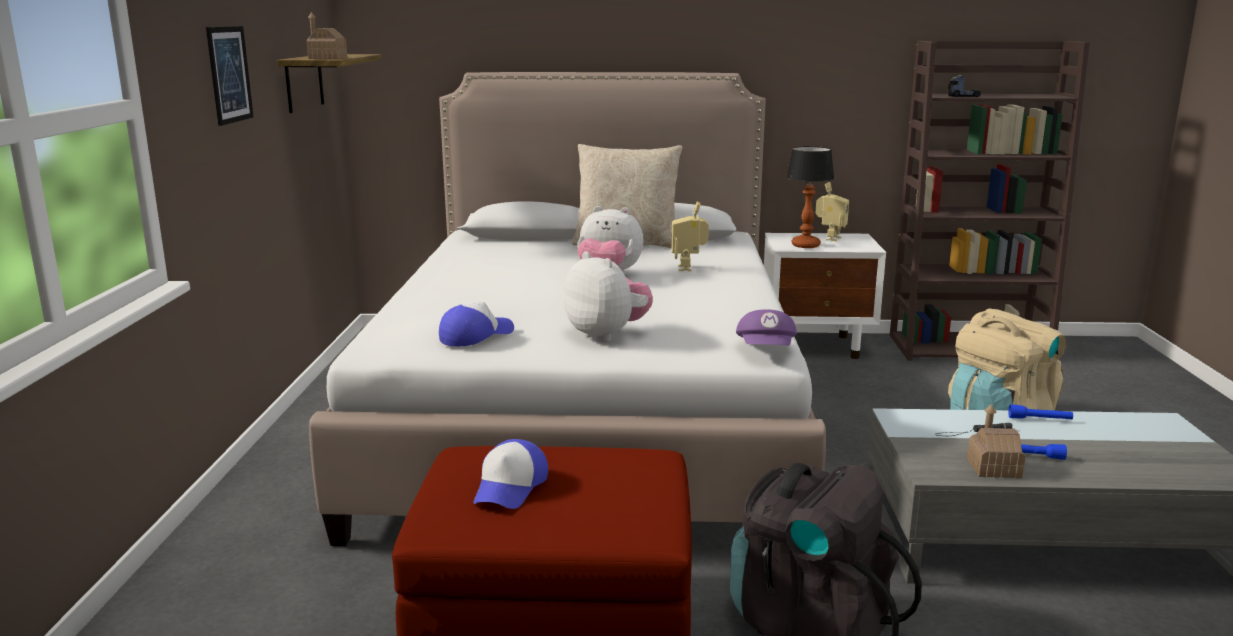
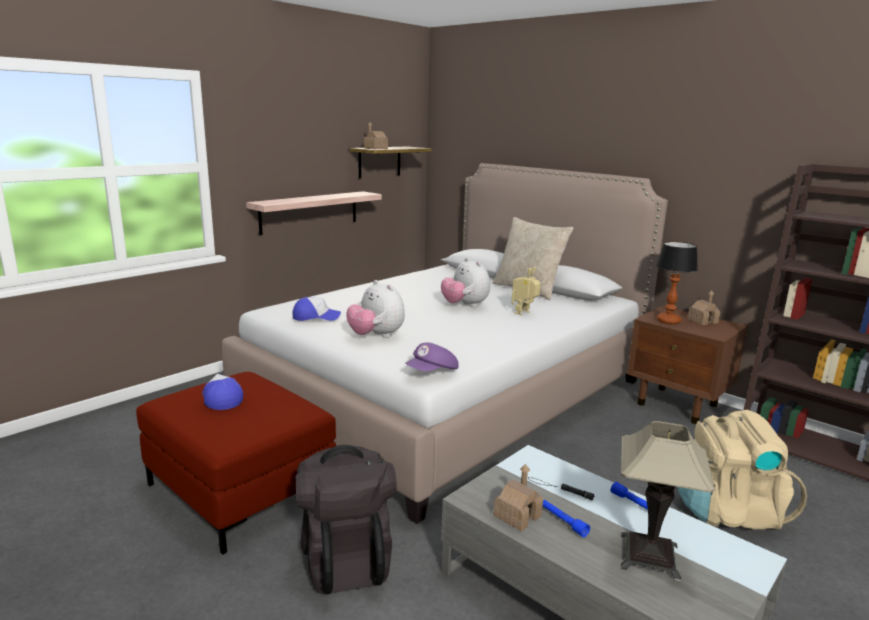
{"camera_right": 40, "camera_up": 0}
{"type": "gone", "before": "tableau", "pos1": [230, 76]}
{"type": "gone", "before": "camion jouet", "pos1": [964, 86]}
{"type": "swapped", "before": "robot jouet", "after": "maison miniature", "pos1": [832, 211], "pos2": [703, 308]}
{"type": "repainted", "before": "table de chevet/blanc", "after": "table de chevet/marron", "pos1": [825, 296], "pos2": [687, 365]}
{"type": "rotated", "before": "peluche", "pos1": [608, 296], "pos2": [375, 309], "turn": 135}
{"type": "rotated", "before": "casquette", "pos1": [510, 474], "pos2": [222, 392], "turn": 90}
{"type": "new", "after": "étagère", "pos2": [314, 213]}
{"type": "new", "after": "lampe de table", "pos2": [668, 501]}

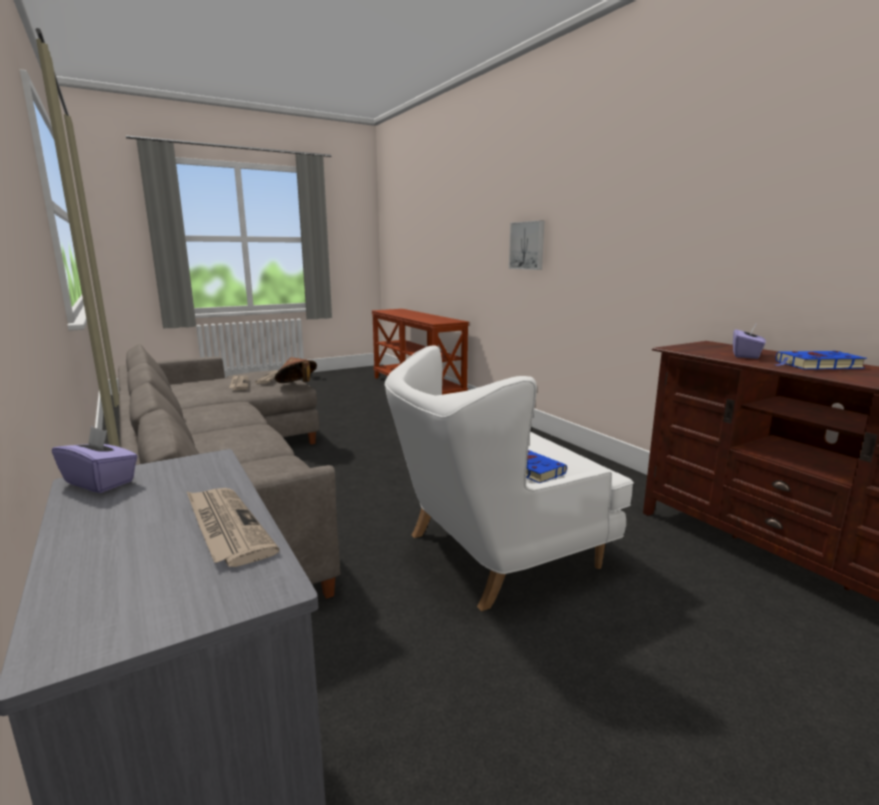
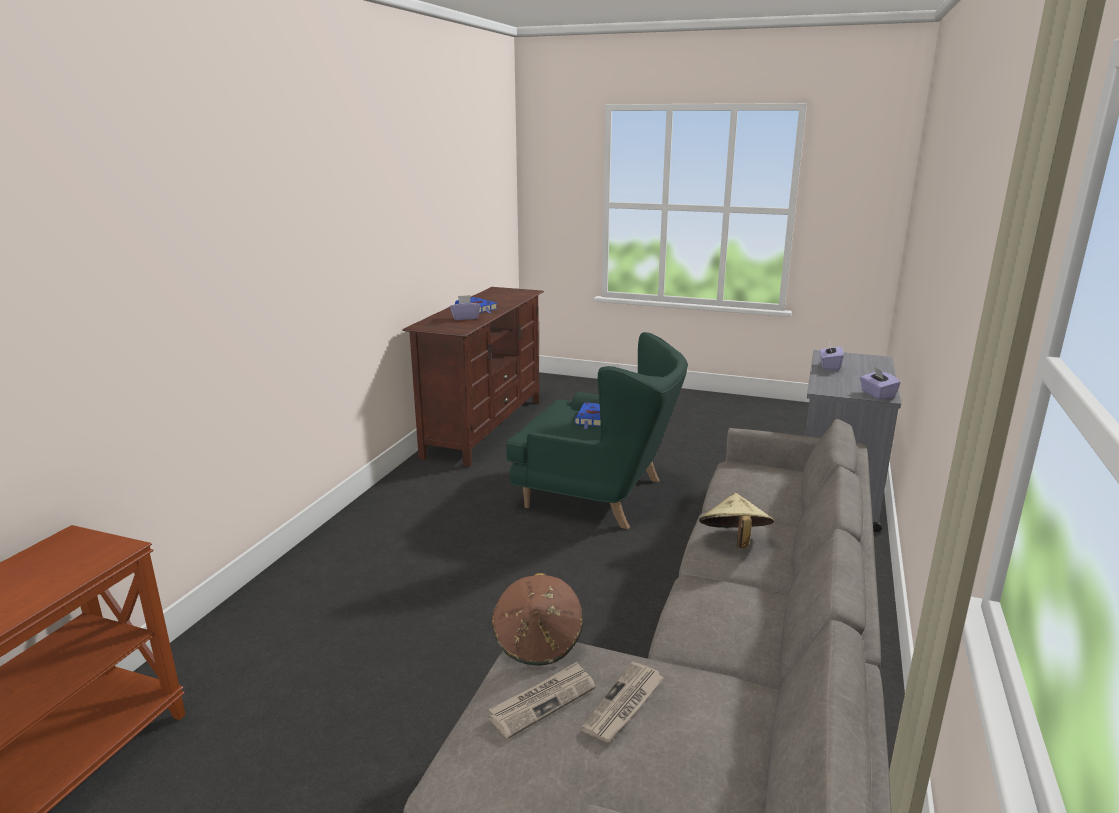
{"camera_right": -130, "camera_up": 5}
{"type": "gone", "before": "tableau", "pos1": [527, 245]}
{"type": "repainted", "before": "fauteuil/blanc", "after": "fauteuil/vert", "pos1": [509, 478], "pos2": [597, 430]}
{"type": "swapped", "before": "journal", "after": "boîte à mouchoirs/violet", "pos1": [232, 527], "pos2": [831, 356]}
{"type": "new", "after": "chapeau/beige", "pos2": [736, 520]}

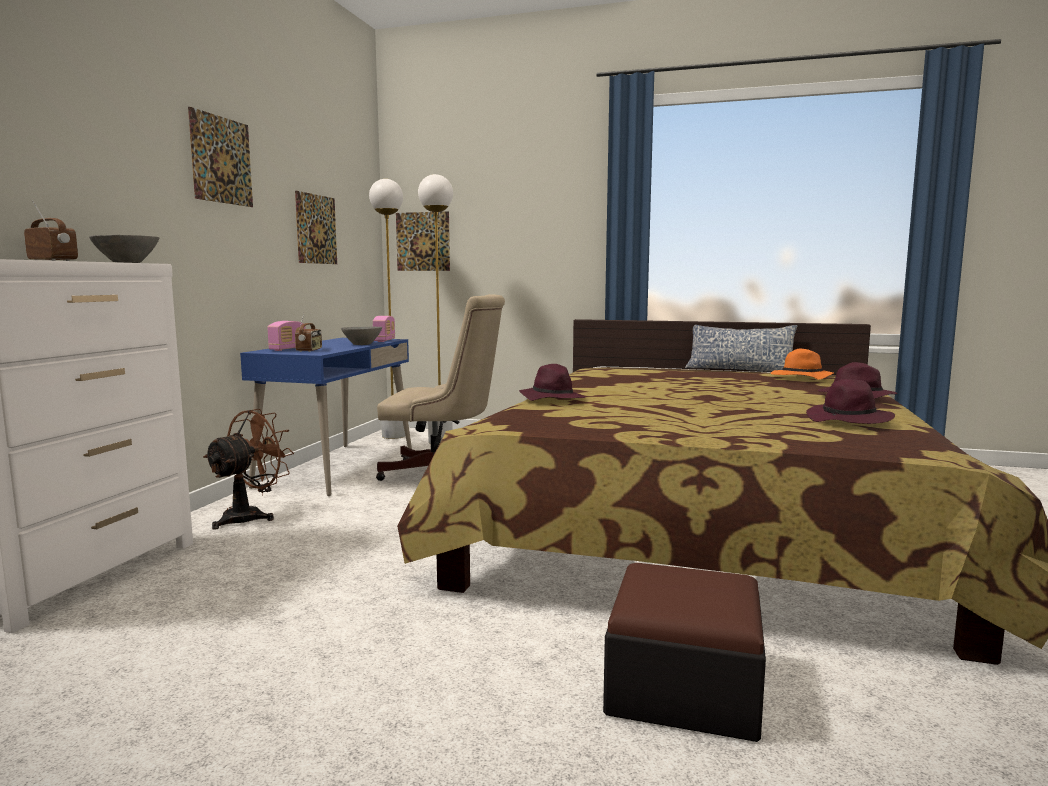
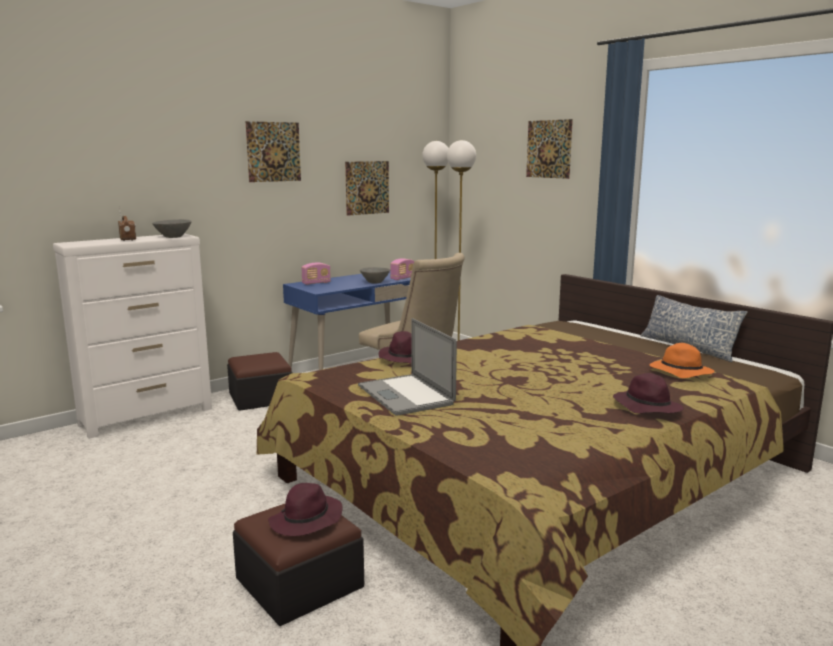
{"camera_right": 35, "camera_up": 5}
{"type": "shifted", "before": "tableau", "pos1": [423, 241], "pos2": [549, 149]}
{"type": "gone", "before": "radio", "pos1": [308, 332]}
{"type": "shifted", "before": "chapeau/violet", "pos1": [850, 401], "pos2": [305, 509]}
{"type": "swapped", "before": "ventilateur/marron", "after": "pouf", "pos1": [248, 469], "pos2": [260, 381]}
{"type": "new", "after": "ordinateur portable", "pos2": [407, 366]}

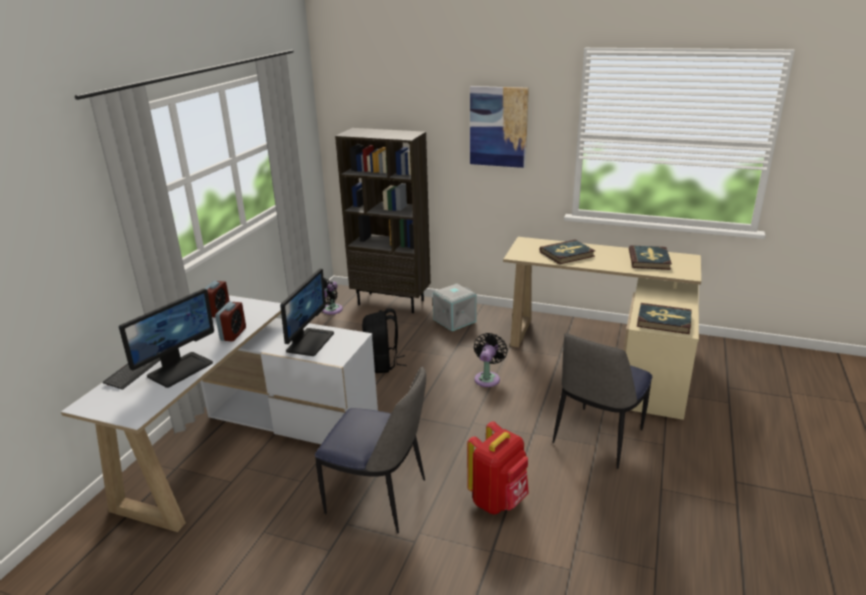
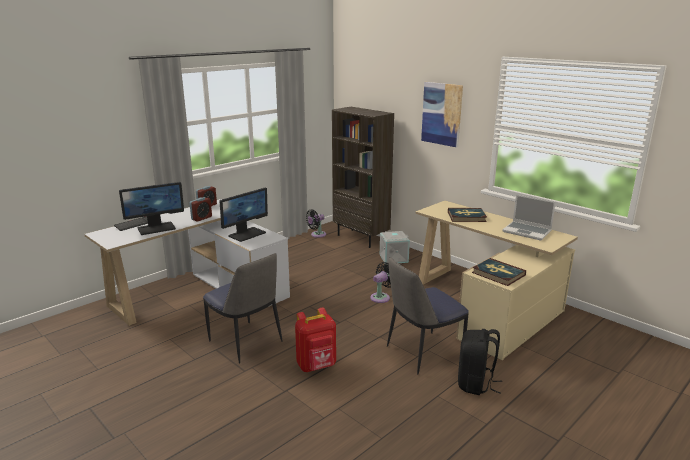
{"camera_right": 25, "camera_up": -5}
{"type": "swapped", "before": "livre", "after": "ordinateur portable", "pos1": [650, 257], "pos2": [529, 218]}
{"type": "shifted", "before": "sac à dos/noir", "pos1": [384, 341], "pos2": [480, 362]}

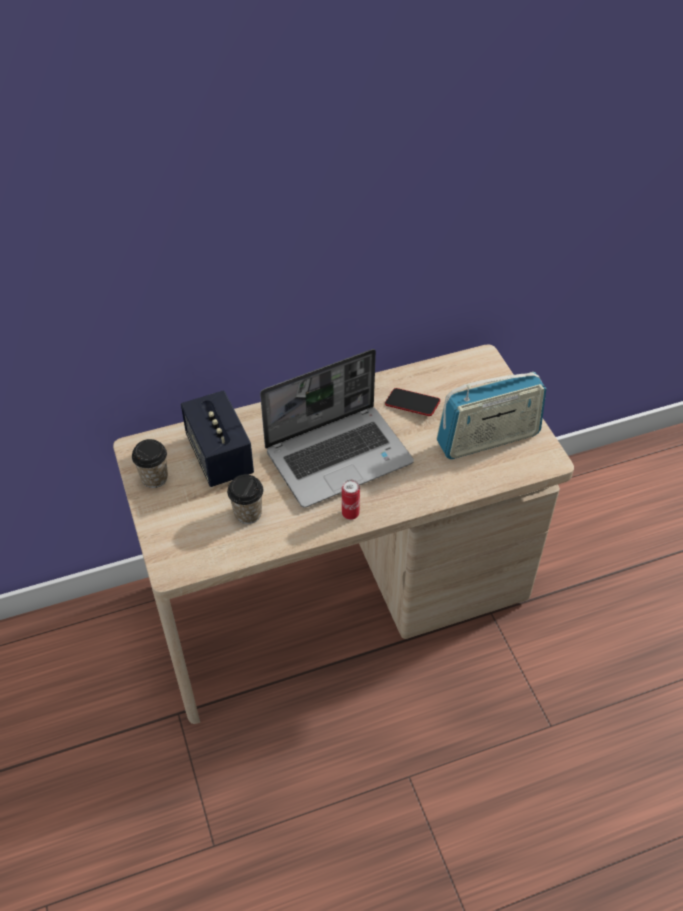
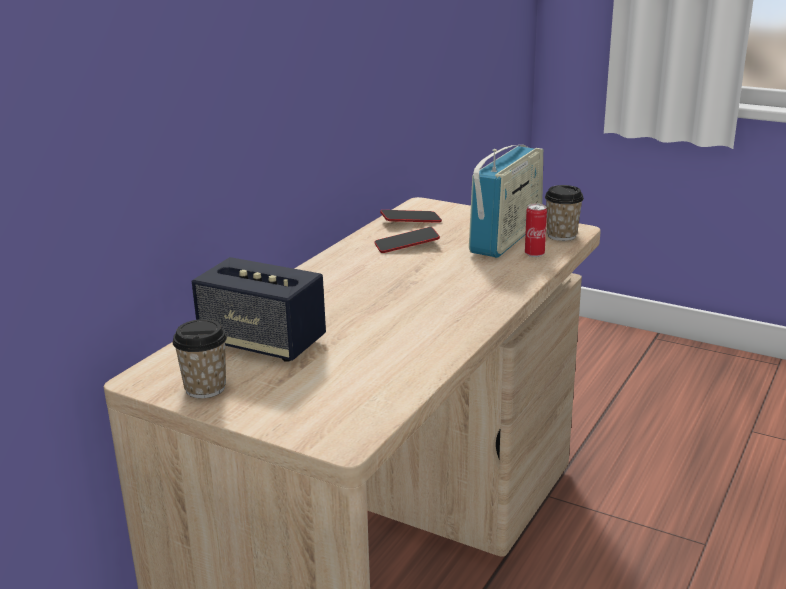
{"camera_right": -40, "camera_up": -25}
{"type": "gone", "before": "ordinateur portable", "pos1": [337, 428]}
{"type": "shifted", "before": "tasse", "pos1": [245, 499], "pos2": [564, 213]}
{"type": "shifted", "before": "boîte métallique", "pos1": [351, 500], "pos2": [536, 230]}
{"type": "new", "after": "téléphone", "pos2": [411, 216]}

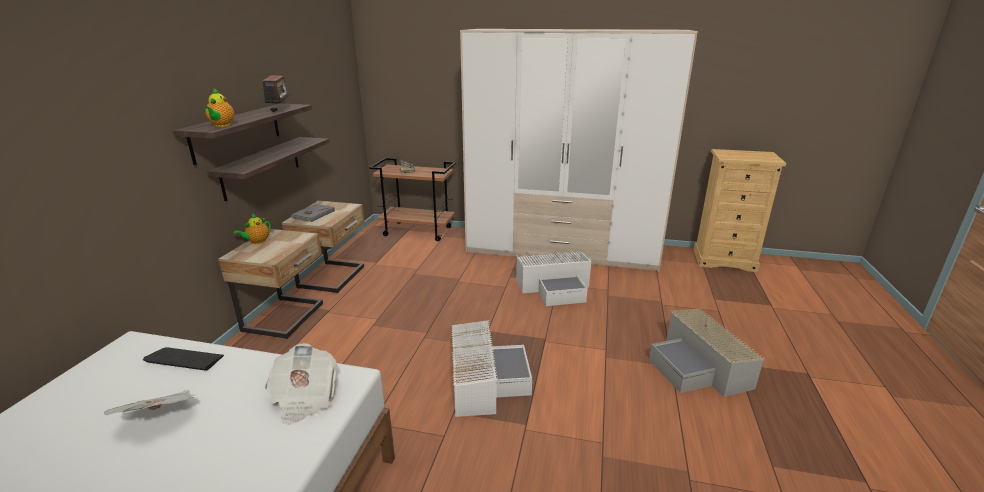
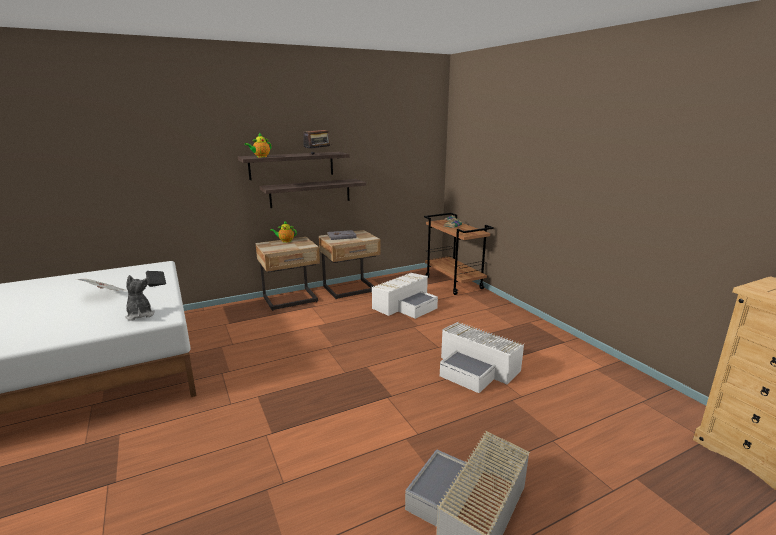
{"camera_right": 50, "camera_up": -5}
{"type": "gone", "before": "armoire", "pos1": [579, 150]}
{"type": "shifted", "before": "boîte de rangement/blanc", "pos1": [492, 368], "pos2": [405, 296]}
{"type": "swapped", "before": "journal", "after": "peluche", "pos1": [301, 384], "pos2": [140, 298]}

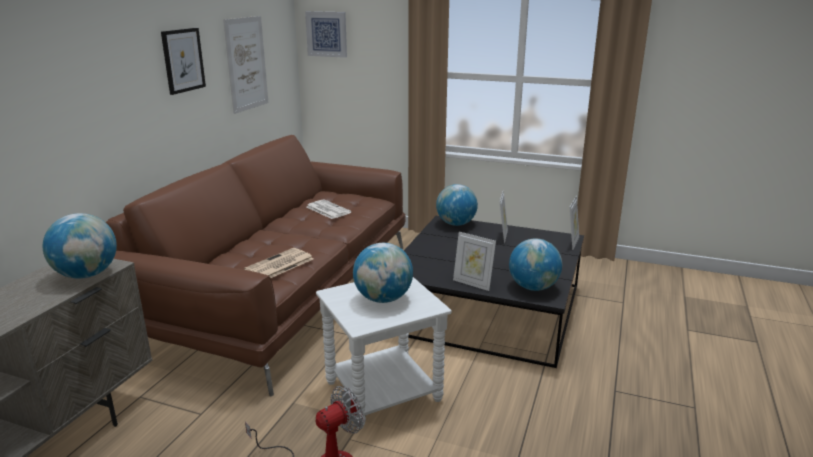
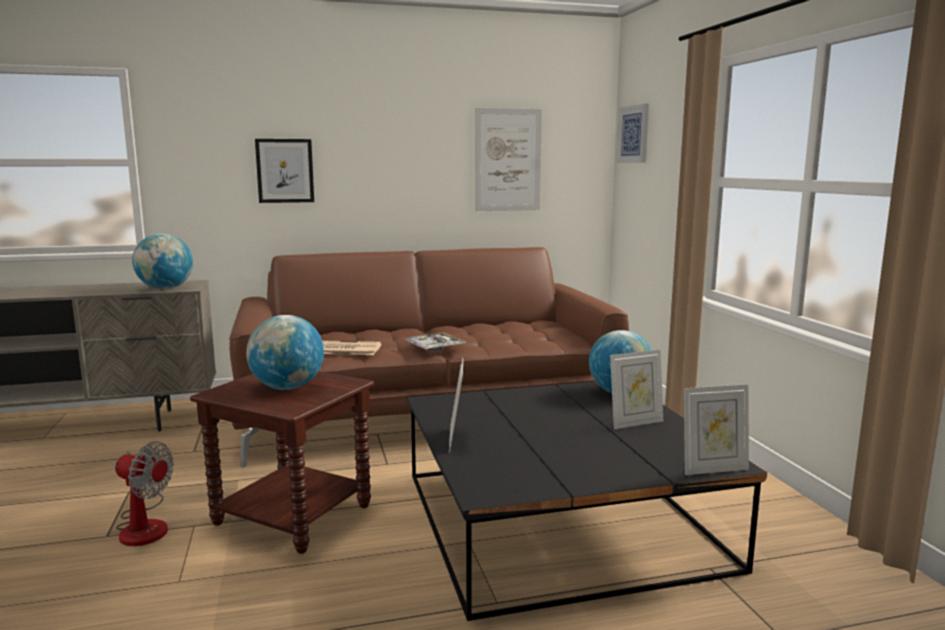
{"camera_right": 55, "camera_up": -10}
{"type": "shifted", "before": "tableau", "pos1": [183, 61], "pos2": [284, 171]}
{"type": "gone", "before": "journal", "pos1": [329, 209]}
{"type": "gone", "before": "globe", "pos1": [535, 264]}
{"type": "repainted", "before": "table d'appoint/blanc", "after": "table d'appoint/marron", "pos1": [384, 353], "pos2": [282, 462]}
{"type": "new", "after": "plateau", "pos2": [435, 341]}

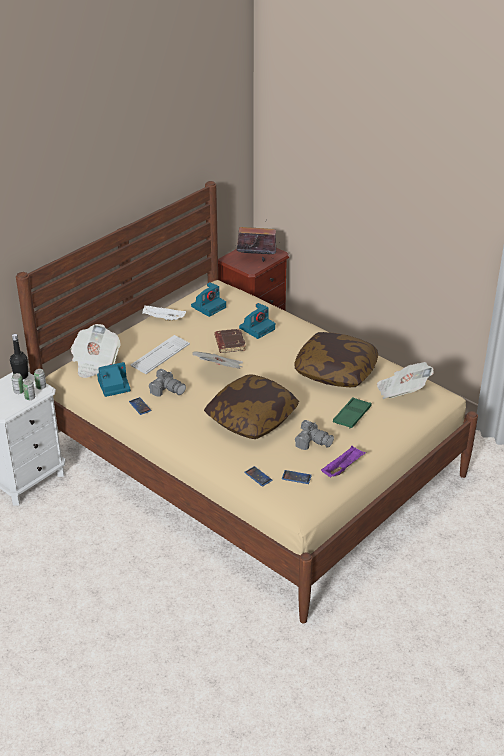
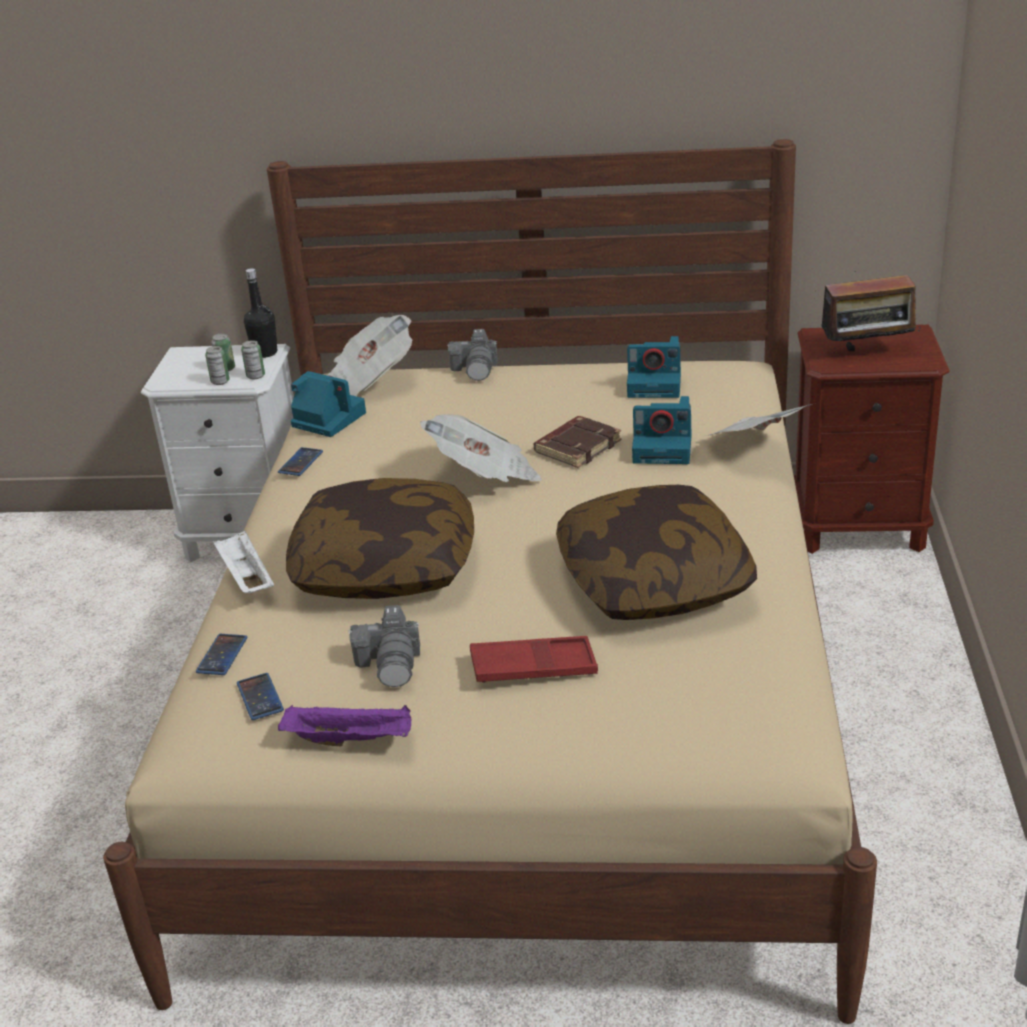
{"camera_right": 55, "camera_up": -5}
{"type": "rotated", "before": "radio", "pos1": [256, 244], "pos2": [870, 311], "turn": 120}
{"type": "shifted", "before": "plateau/blanc", "pos1": [164, 313], "pos2": [243, 561]}
{"type": "gone", "before": "clavier", "pos1": [160, 354]}
{"type": "shifted", "before": "journal", "pos1": [405, 380], "pos2": [760, 419]}
{"type": "shifted", "before": "appareil photo", "pos1": [167, 383], "pos2": [472, 355]}
{"type": "repainted", "before": "plateau/vert", "after": "plateau/rouge", "pos1": [352, 412], "pos2": [534, 659]}

